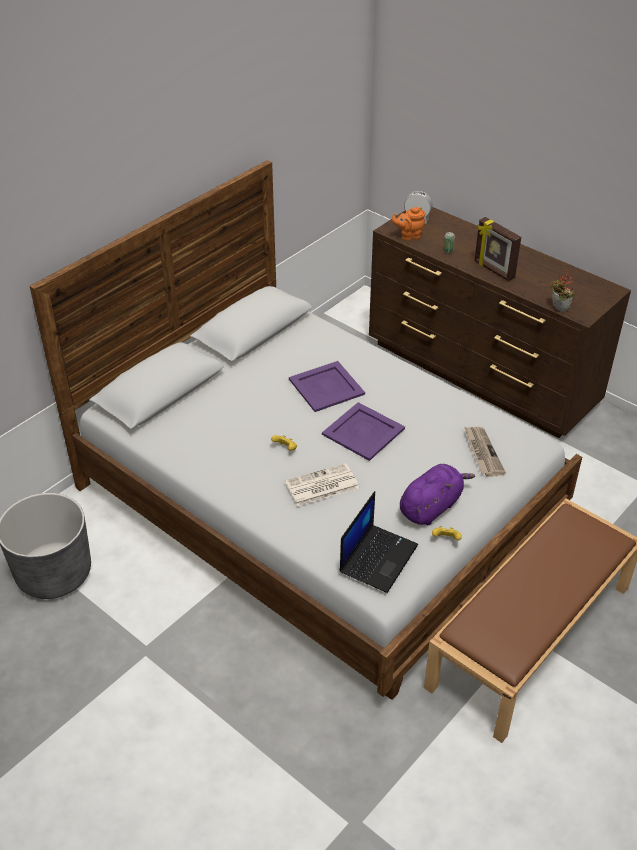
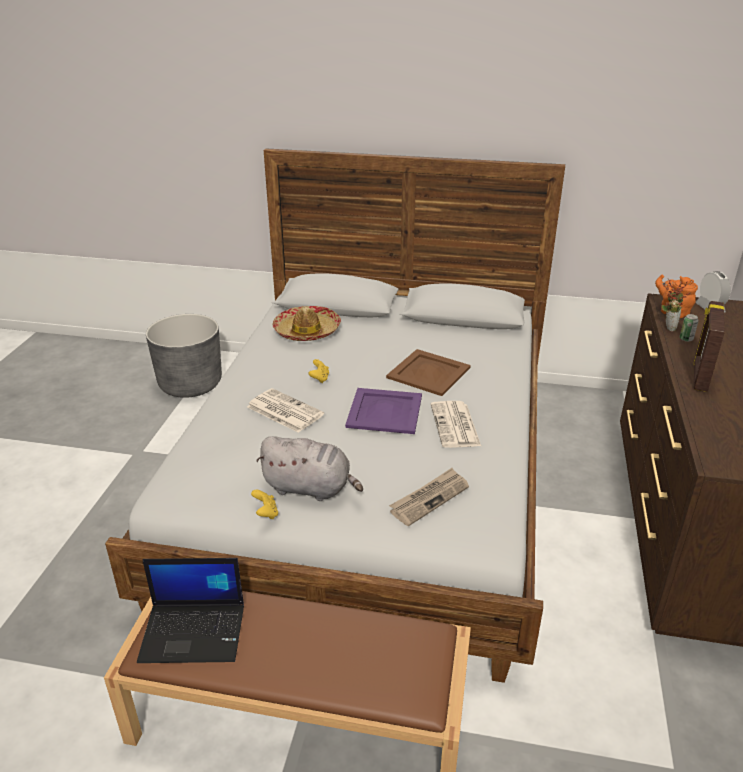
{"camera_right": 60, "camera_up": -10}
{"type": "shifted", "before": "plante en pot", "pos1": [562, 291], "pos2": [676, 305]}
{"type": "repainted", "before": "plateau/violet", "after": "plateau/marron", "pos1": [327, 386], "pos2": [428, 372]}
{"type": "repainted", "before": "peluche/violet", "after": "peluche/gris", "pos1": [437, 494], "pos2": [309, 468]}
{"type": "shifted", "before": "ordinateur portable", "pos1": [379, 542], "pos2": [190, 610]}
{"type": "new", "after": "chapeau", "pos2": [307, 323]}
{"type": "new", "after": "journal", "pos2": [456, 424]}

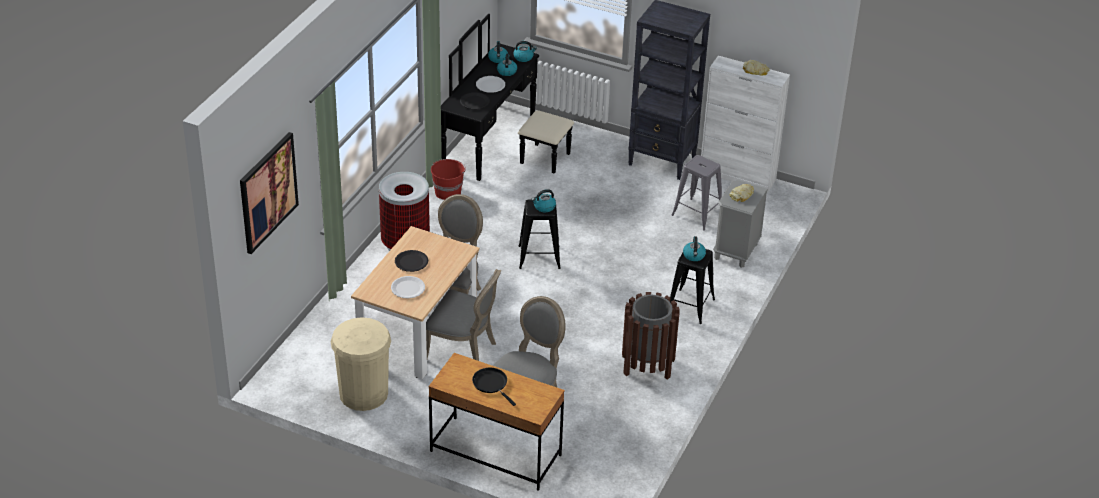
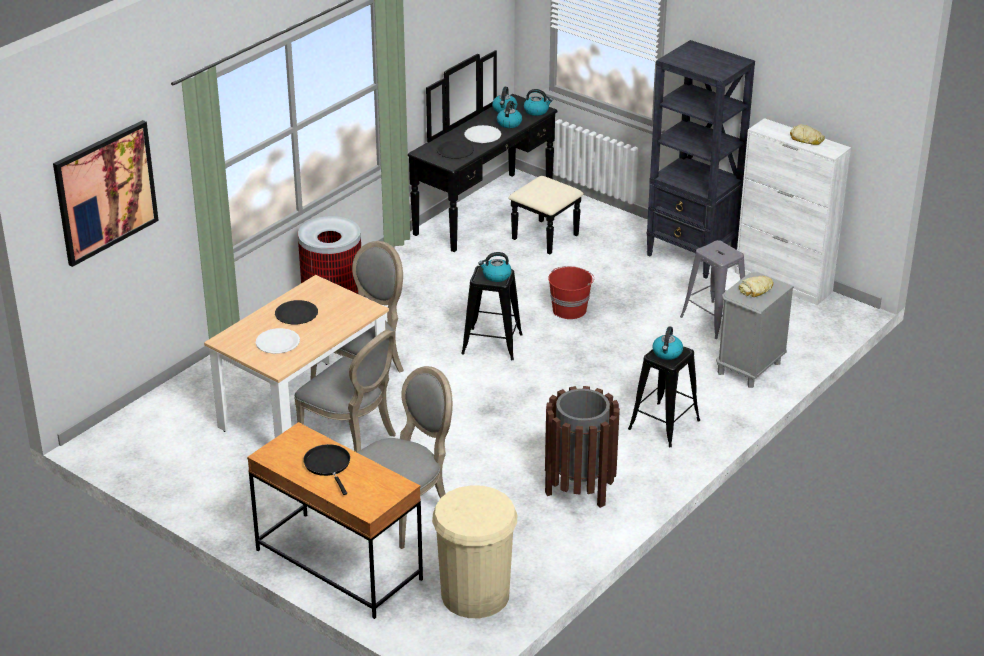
{"camera_right": 15, "camera_up": -5}
{"type": "shifted", "before": "seau/rouge", "pos1": [448, 179], "pos2": [571, 292]}
{"type": "shifted", "before": "poubelle/beige", "pos1": [361, 364], "pos2": [474, 551]}

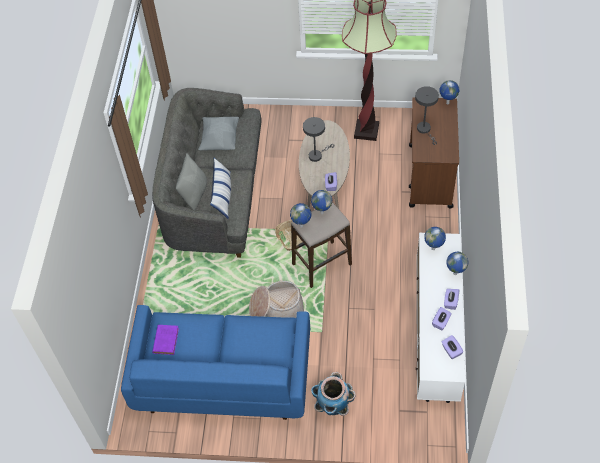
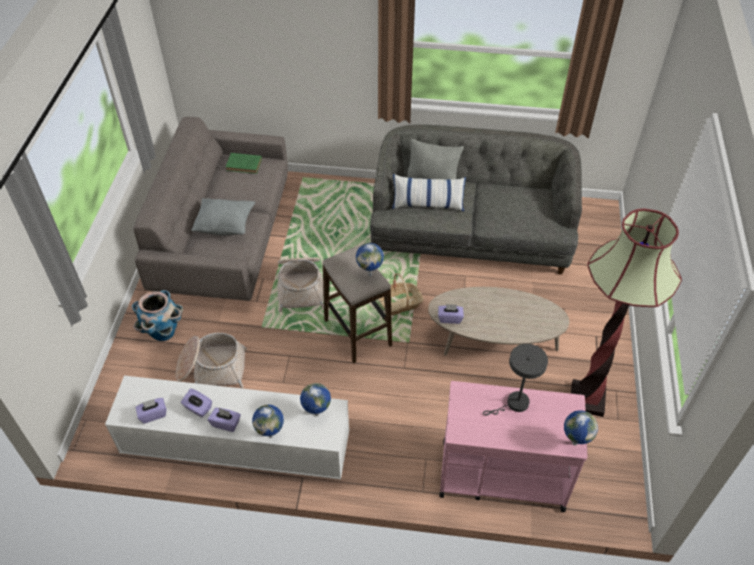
{"camera_right": 90, "camera_up": -5}
{"type": "repainted", "before": "chariot/marron", "after": "chariot/rose", "pos1": [434, 153], "pos2": [513, 446]}
{"type": "shifted", "before": "coussin/gris", "pos1": [218, 133], "pos2": [223, 216]}
{"type": "gone", "before": "lampe de table/gris", "pos1": [319, 139]}
{"type": "gone", "before": "globe", "pos1": [301, 215]}
{"type": "repainted", "before": "canapé/bleu", "after": "canapé/gris", "pos1": [215, 362], "pos2": [210, 209]}
{"type": "repainted", "before": "livre/violet", "after": "livre/vert", "pos1": [165, 340], "pos2": [244, 163]}
{"type": "new", "after": "panier", "pos2": [211, 360]}

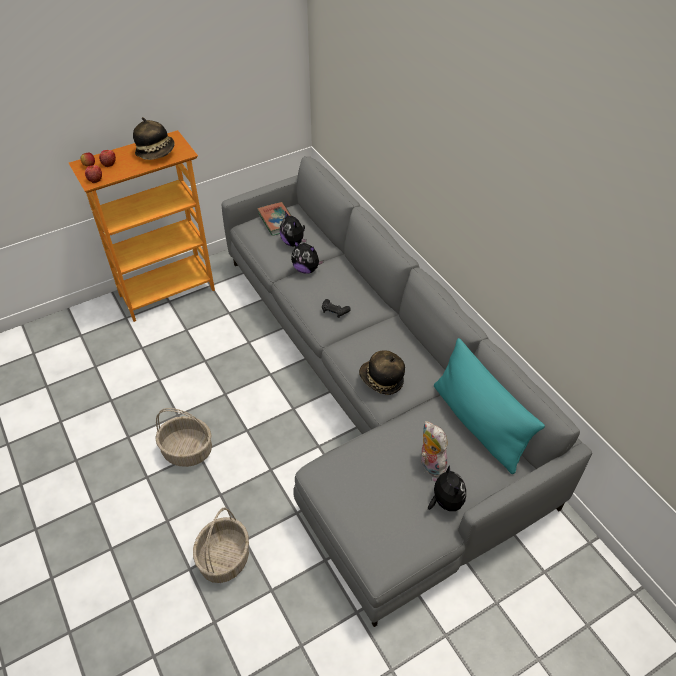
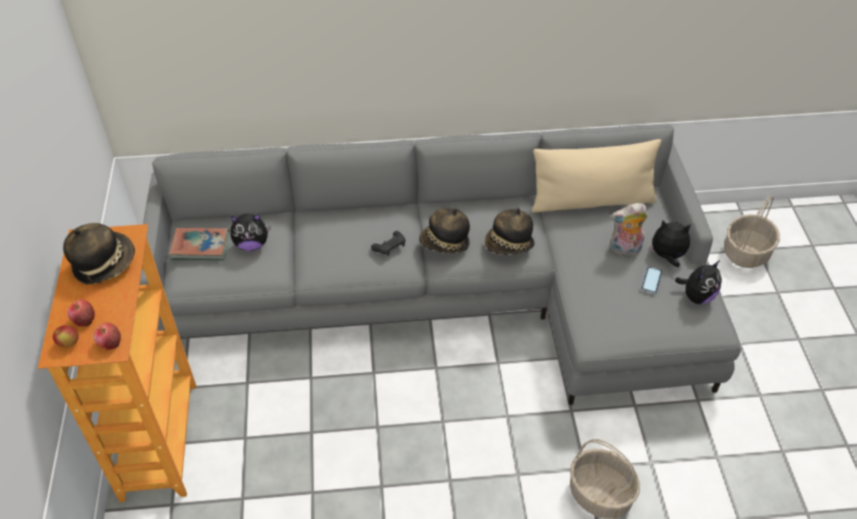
{"camera_right": -65, "camera_up": 0}
{"type": "shifted", "before": "peluche", "pos1": [307, 257], "pos2": [698, 282]}
{"type": "repainted", "before": "coussin/turquoise", "after": "coussin/beige", "pos1": [489, 406], "pos2": [597, 176]}
{"type": "shifted", "before": "panier", "pos1": [183, 437], "pos2": [752, 231]}
{"type": "new", "after": "chapeau", "pos2": [444, 230]}
{"type": "new", "after": "téléphone", "pos2": [652, 280]}

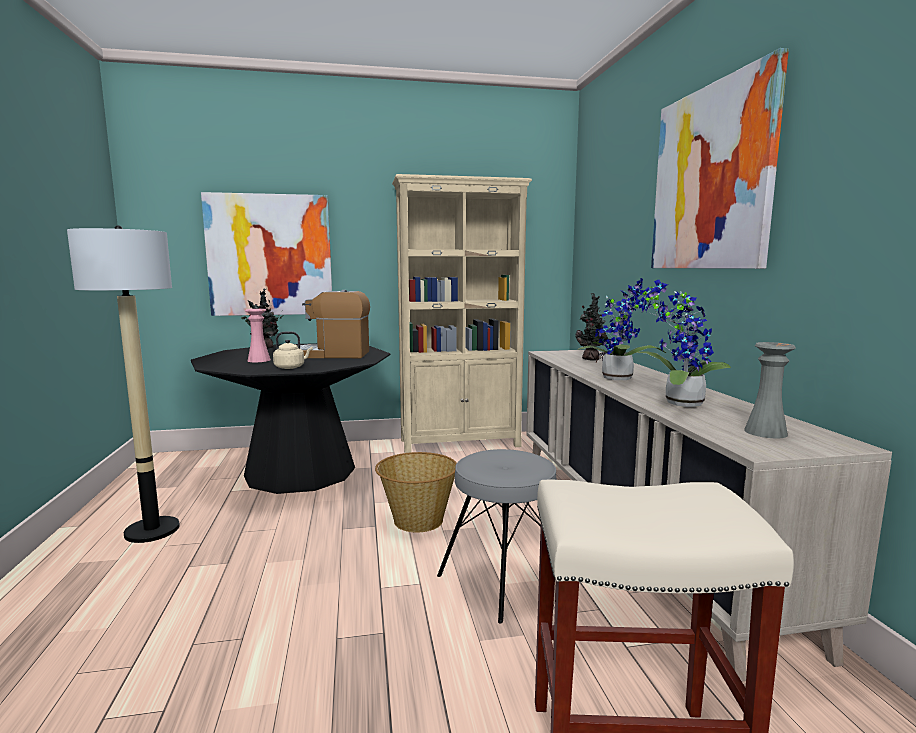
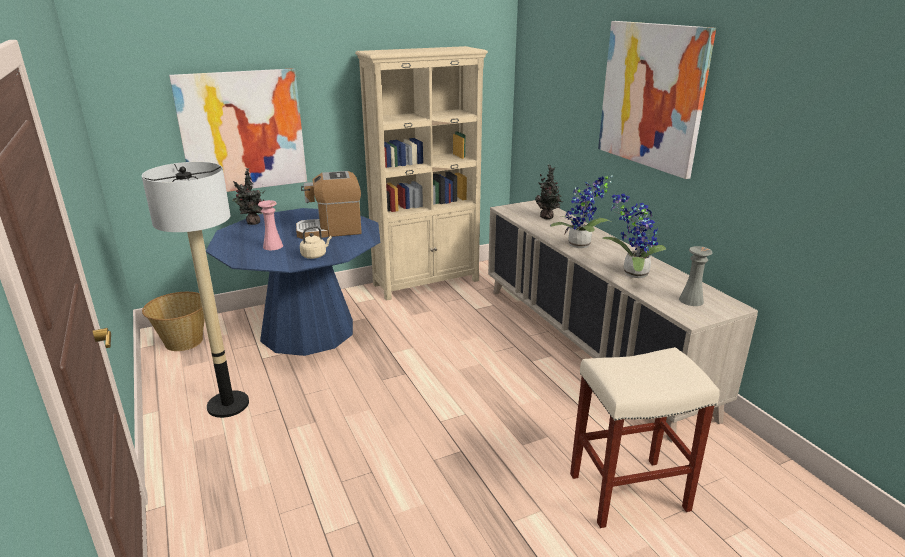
{"camera_right": -15, "camera_up": 15}
{"type": "repainted", "before": "table à manger/noir", "after": "table à manger/bleu", "pos1": [291, 418], "pos2": [293, 282]}
{"type": "gone", "before": "tabouret/gris", "pos1": [496, 536]}
{"type": "shifted", "before": "panier", "pos1": [416, 492], "pos2": [173, 321]}

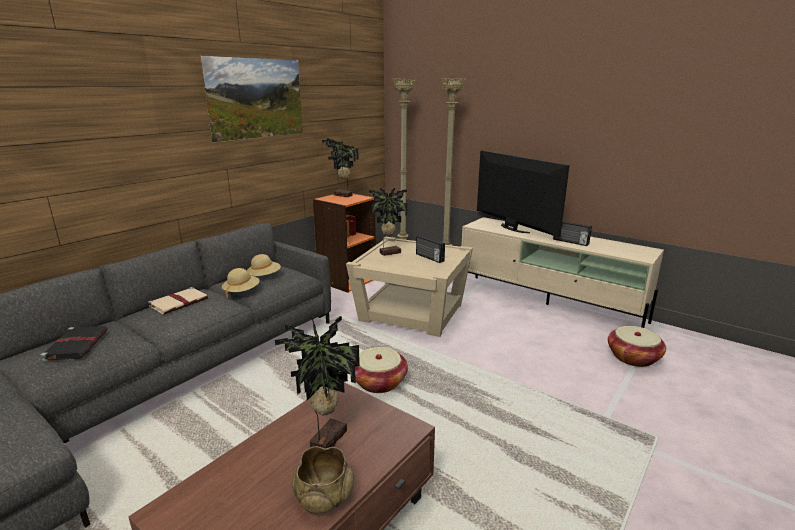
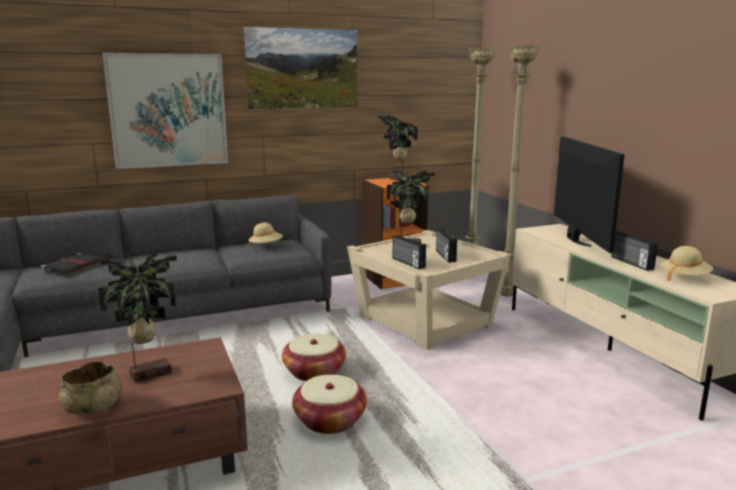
{"camera_right": 30, "camera_up": -5}
{"type": "shifted", "before": "chapeau/beige", "pos1": [241, 283], "pos2": [686, 264]}
{"type": "gone", "before": "livre/beige", "pos1": [178, 301]}
{"type": "shifted", "before": "panier", "pos1": [637, 346], "pos2": [329, 404]}
{"type": "new", "after": "tableau", "pos2": [165, 111]}
{"type": "new", "after": "radio", "pos2": [409, 252]}

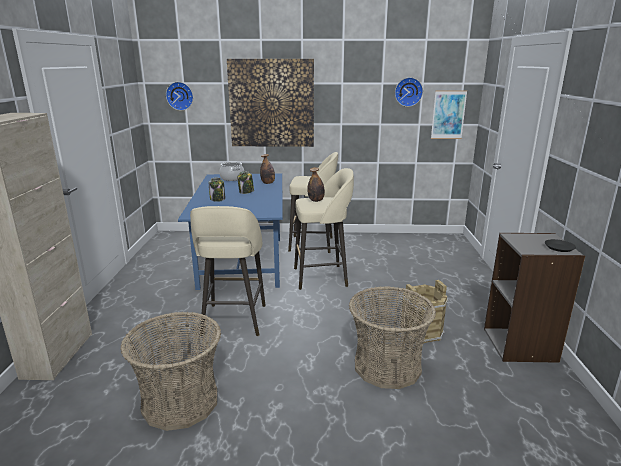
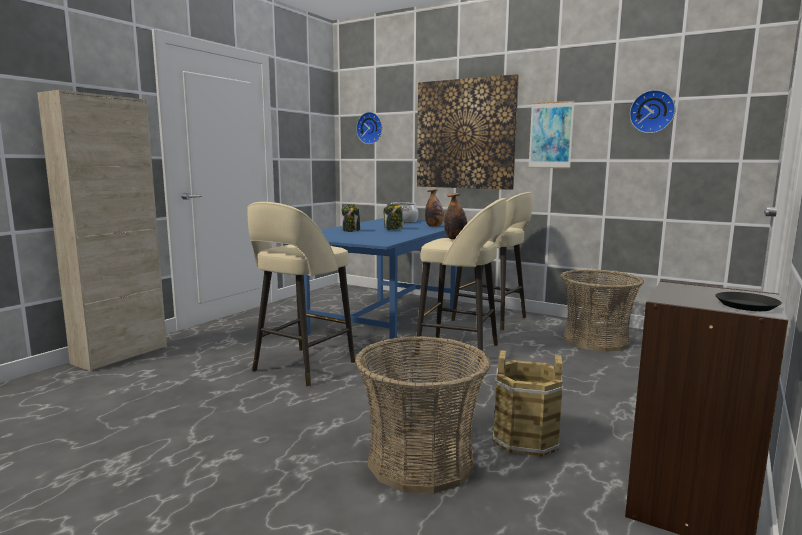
{"camera_right": 30, "camera_up": -10}
{"type": "shifted", "before": "tableau", "pos1": [449, 114], "pos2": [551, 134]}
{"type": "shifted", "before": "panier", "pos1": [171, 371], "pos2": [602, 310]}

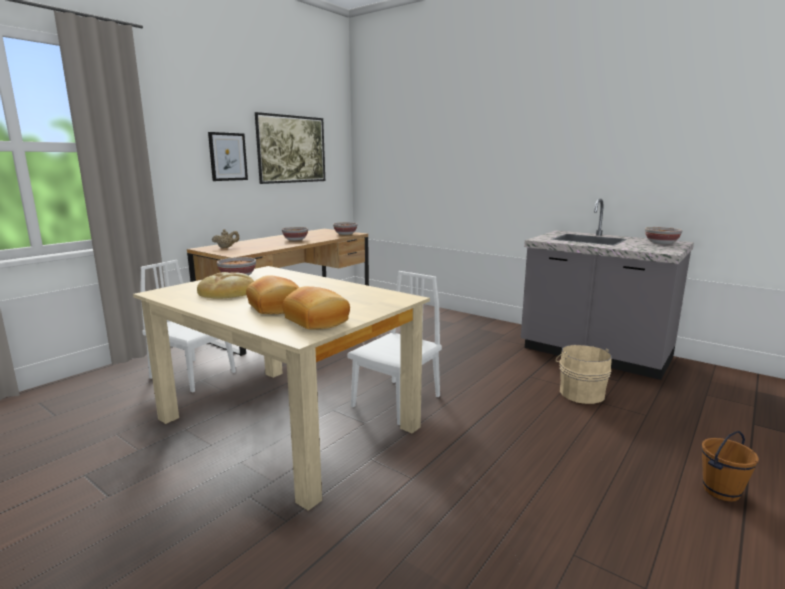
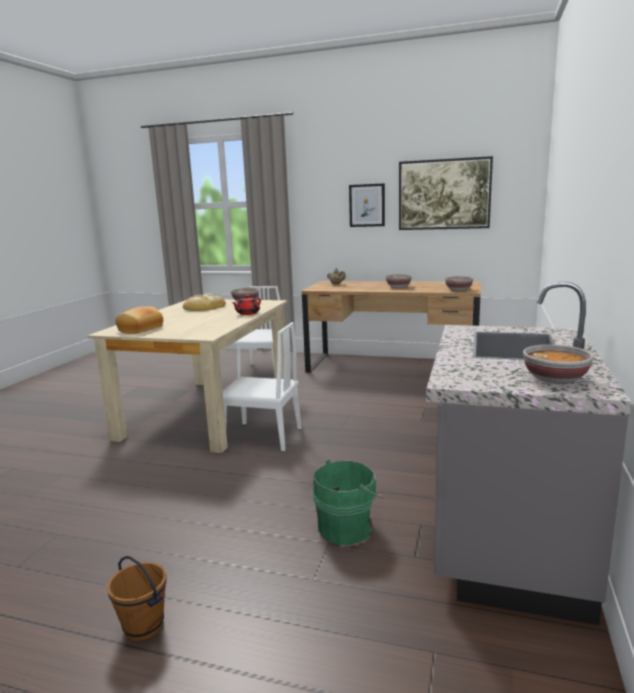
{"camera_right": 70, "camera_up": 0}
{"type": "gone", "before": "pain", "pos1": [273, 294]}
{"type": "repainted", "before": "seau/beige", "after": "seau/vert", "pos1": [583, 374], "pos2": [348, 502]}
{"type": "new", "after": "théière/rouge", "pos2": [246, 305]}

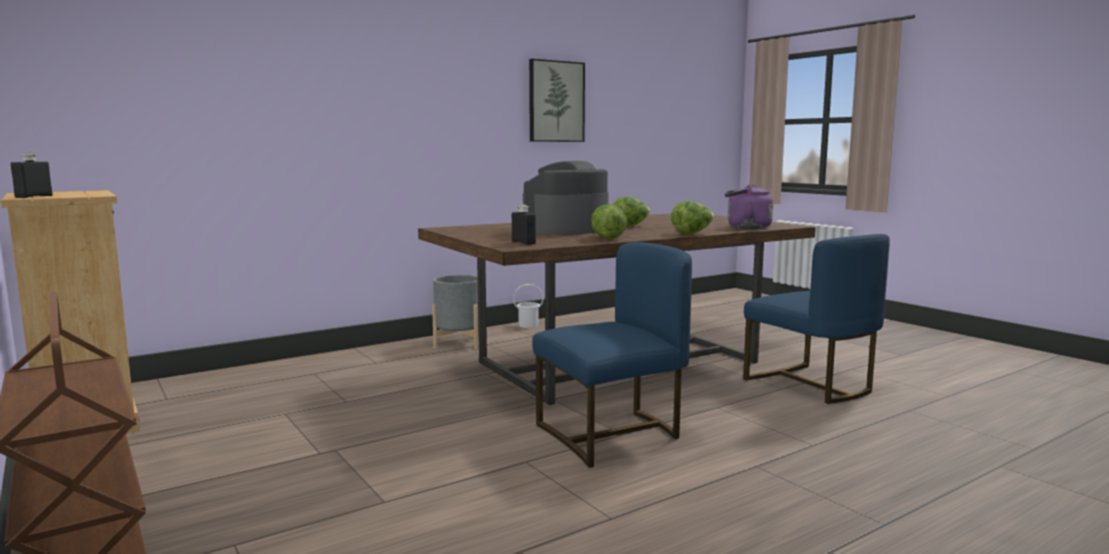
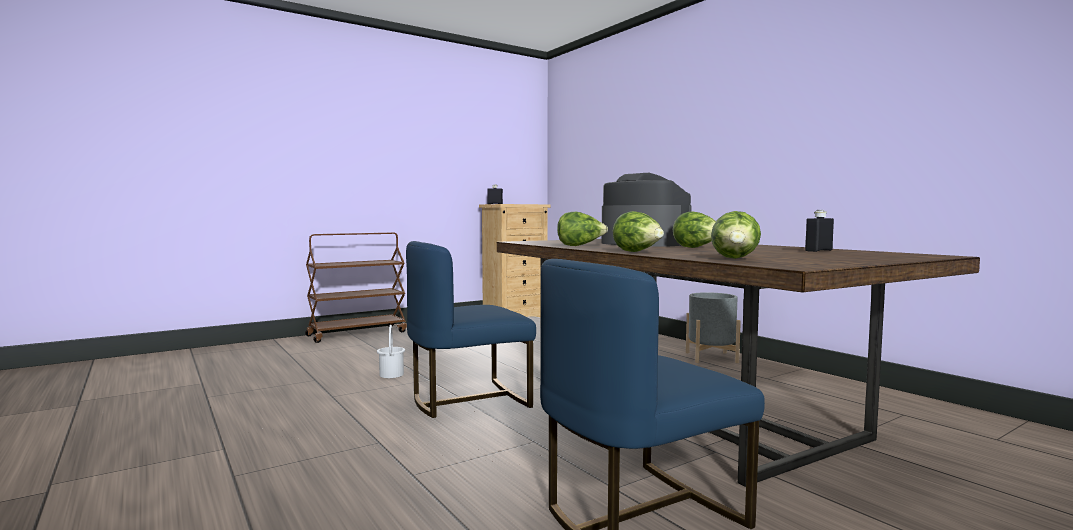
{"camera_right": 90, "camera_up": -5}
{"type": "gone", "before": "tableau", "pos1": [557, 100]}
{"type": "swapped", "before": "bouilloire/violet", "after": "laitue", "pos1": [749, 206], "pos2": [736, 235]}
{"type": "shifted", "before": "bouteille/noir", "pos1": [524, 225], "pos2": [819, 231]}
{"type": "rotated", "before": "chaise/bleu", "pos1": [612, 355], "pos2": [471, 329], "turn": 90}
{"type": "shifted", "before": "seau/blanc", "pos1": [528, 306], "pos2": [391, 351]}

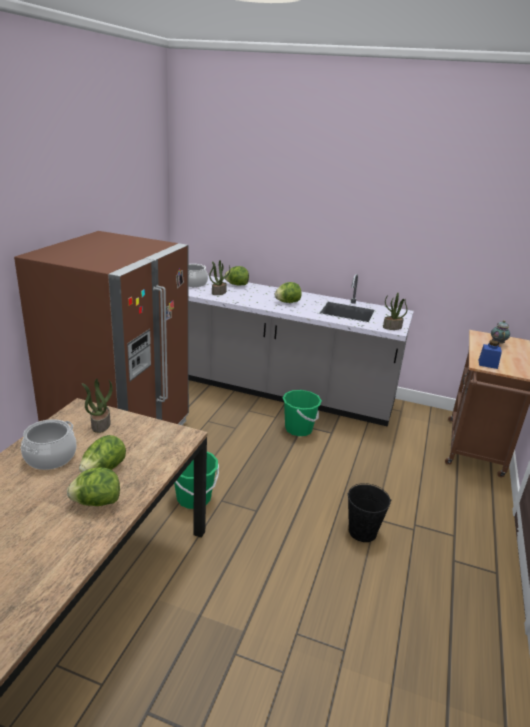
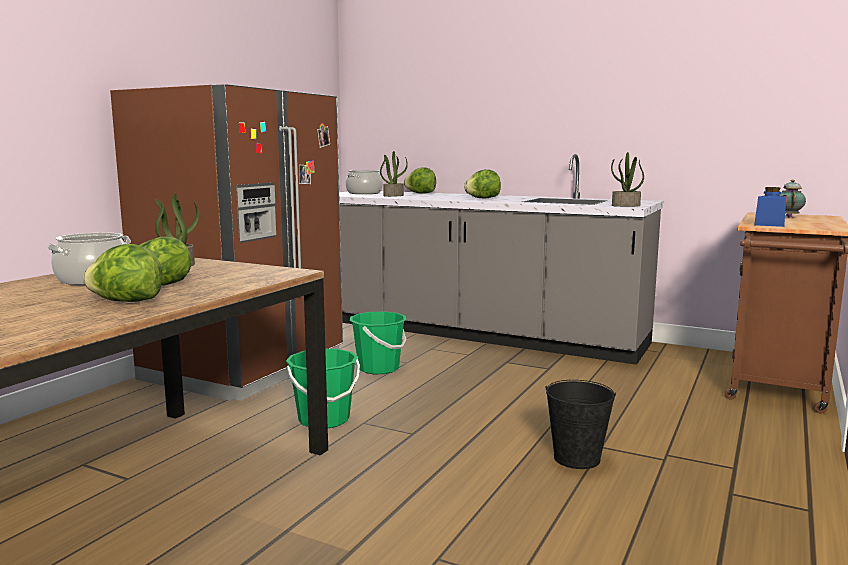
{"camera_right": 10, "camera_up": -15}
{"type": "shifted", "before": "seau/vert", "pos1": [302, 413], "pos2": [378, 342]}

